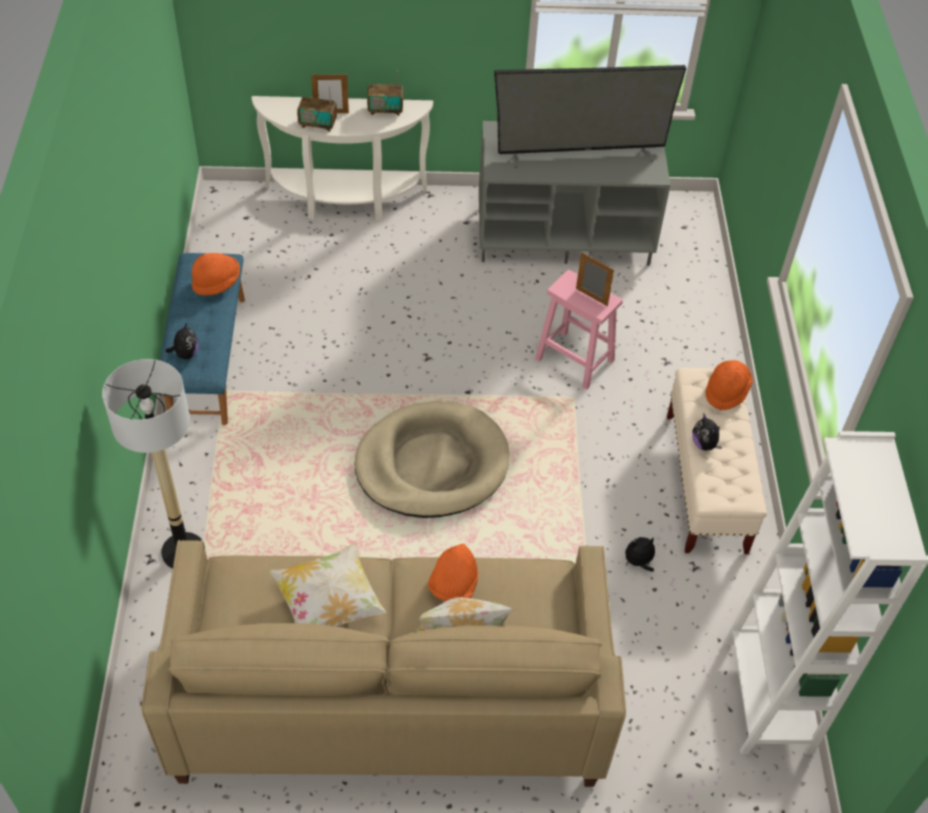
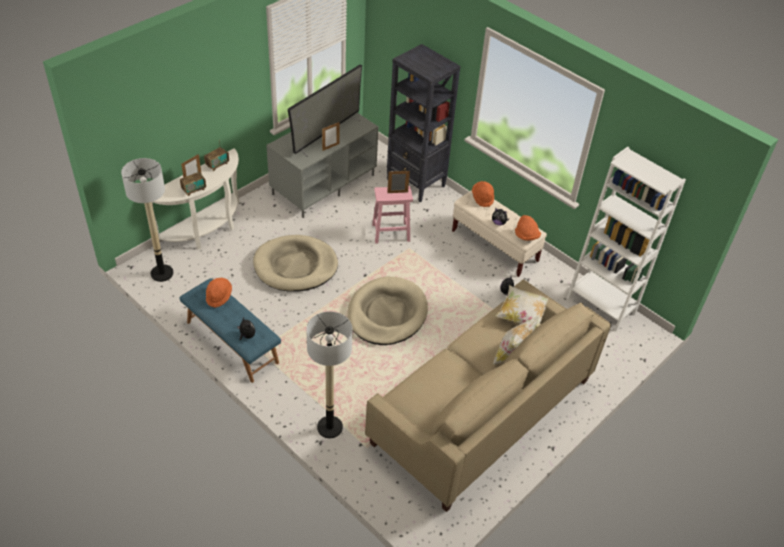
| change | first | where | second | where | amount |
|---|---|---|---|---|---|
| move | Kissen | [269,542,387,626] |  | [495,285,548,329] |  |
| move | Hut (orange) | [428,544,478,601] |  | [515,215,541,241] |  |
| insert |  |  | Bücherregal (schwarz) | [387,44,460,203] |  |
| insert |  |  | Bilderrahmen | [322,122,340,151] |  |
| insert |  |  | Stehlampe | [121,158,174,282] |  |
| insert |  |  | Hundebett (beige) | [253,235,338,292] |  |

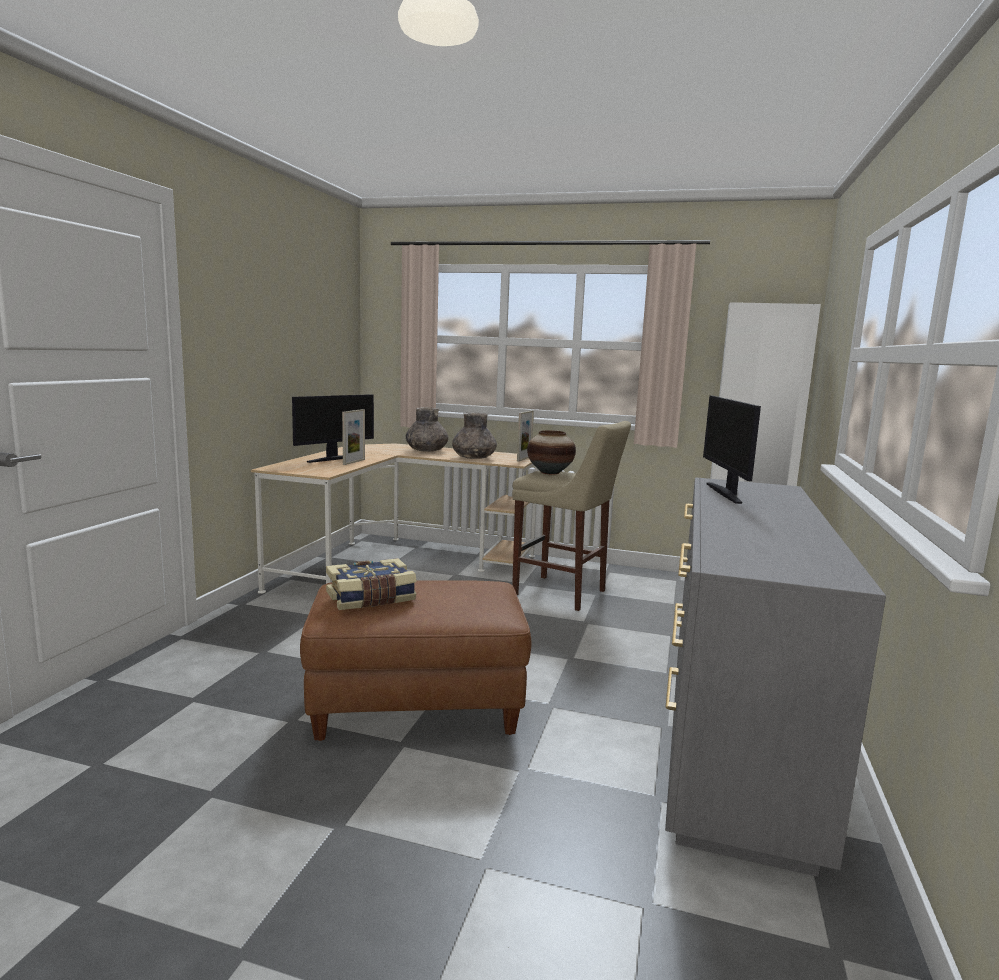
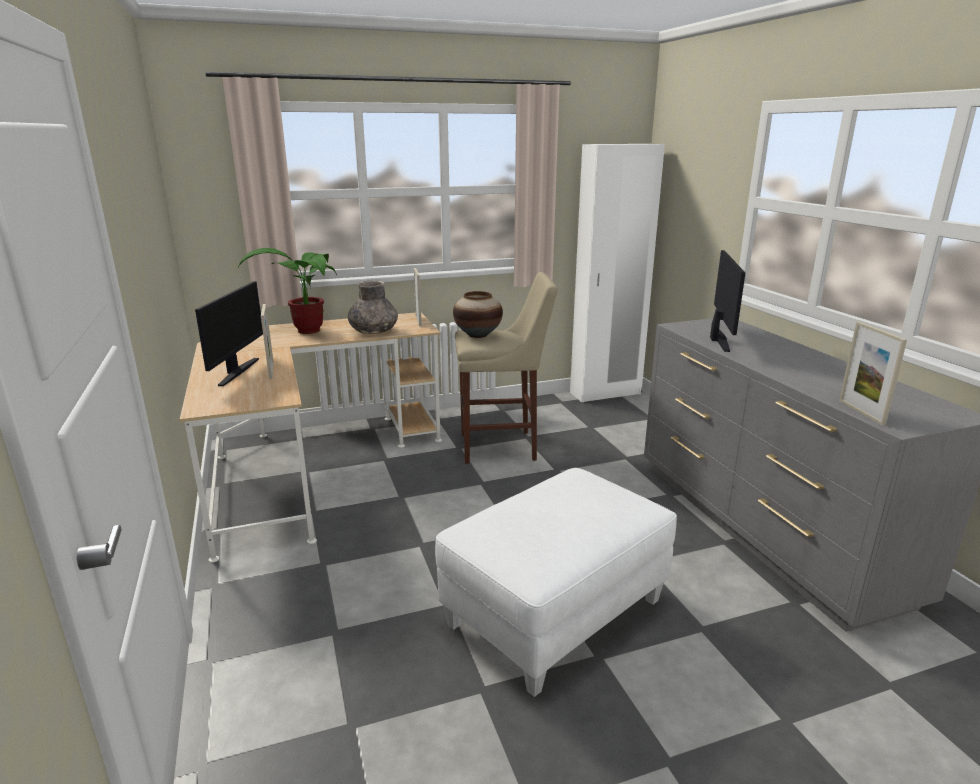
| change | first | where | second | where | amount |
|---|---|---|---|---|---|
| rotate | Monitor | [703,396,761,504] |  | [710,250,745,352] | 135 degrees counterclockwise |
| replace | Vase (grau) | [406,407,448,452] | Topfpflanze | [238,248,337,334] |  |
| delete | Buch | [326,558,417,610] |  |  |  |
| recolor | Polsterhocker (braun) | [300,580,531,741] | Polsterhocker (weiß) | [435,468,677,697] |  |
| insert |  |  | Bilderrahmen | [839,322,907,425] |  |

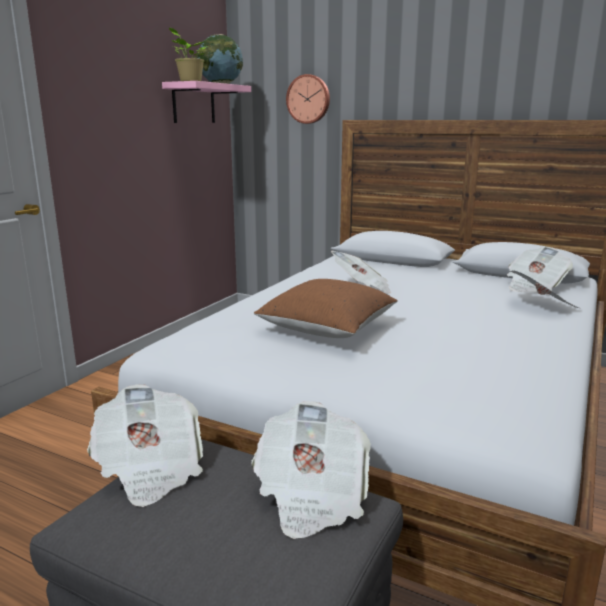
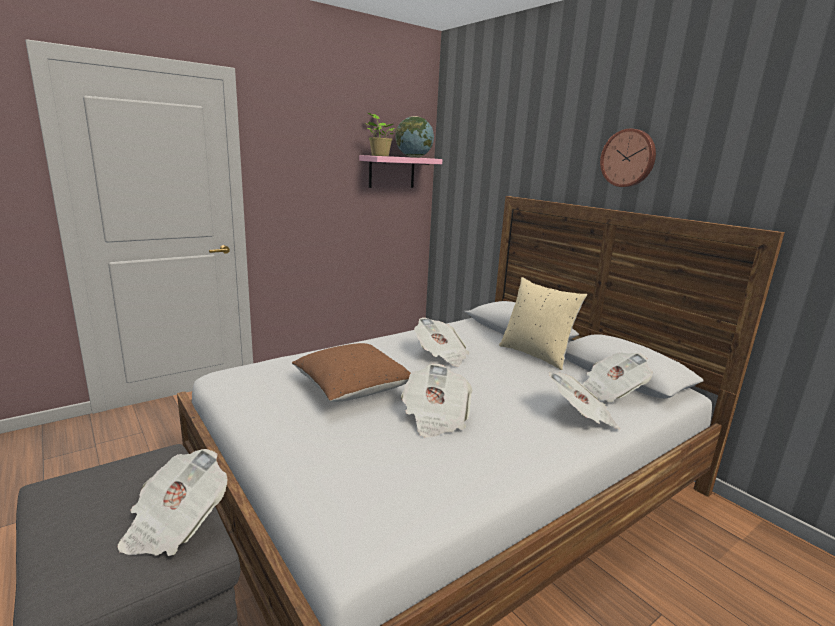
| change | first | where | second | where | amount |
|---|---|---|---|---|---|
| move | Wanduhr | [286,74,330,124] |  | [600,129,656,187] |  |
| move | Zeitung | [87,384,203,507] |  | [401,364,472,437] |  |
| insert |  |  | Kissen (beige) | [499,277,587,370] |  |

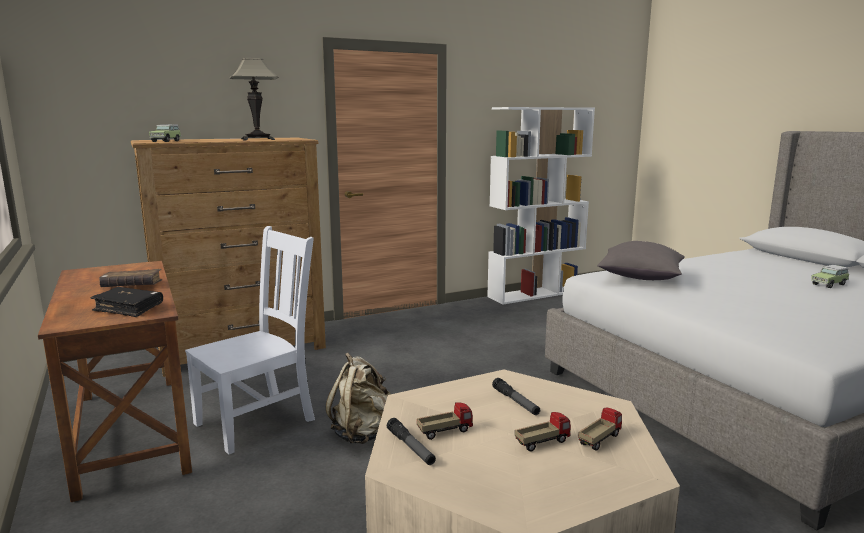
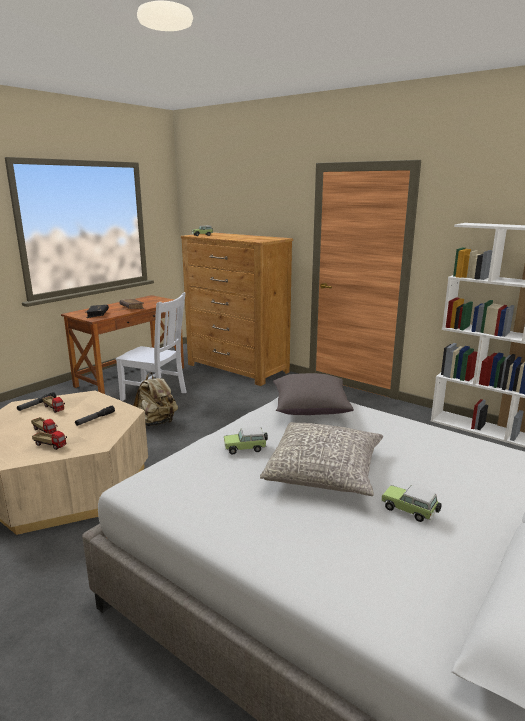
| change | first | where | second | where | amount |
|---|---|---|---|---|---|
| delete | Tischlampe | [229,58,279,141] |  |  |  |
| insert |  |  | Kissen (grau) | [260,422,383,496] |  |
| insert |  |  | Spielzeugauto | [224,427,268,455] |  |

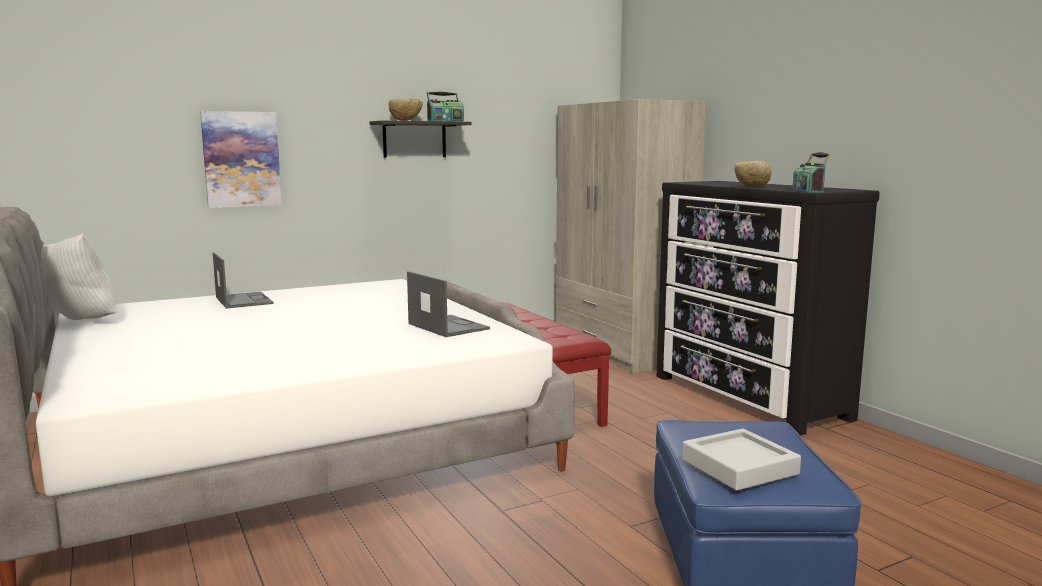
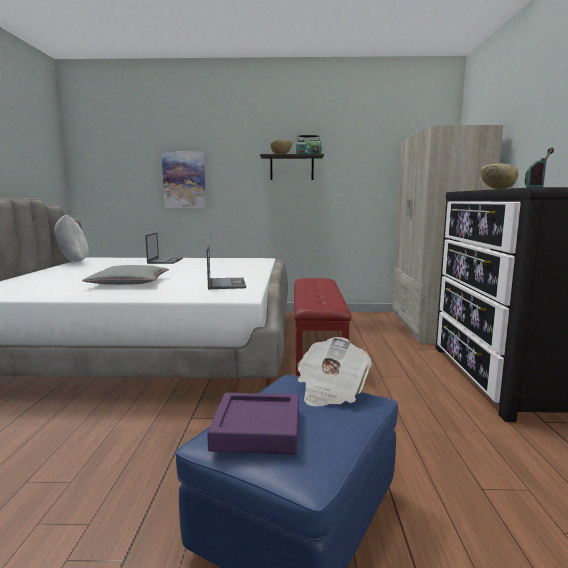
| change | first | where | second | where | amount |
|---|---|---|---|---|---|
| recolor | Tablett (grau) | [682,429,801,491] | Tablett (lila) | [207,393,299,455] |  |
| insert |  |  | Kissen (grau) | [82,265,169,285] |  |
| insert |  |  | Zeitung | [297,337,372,406] |  |

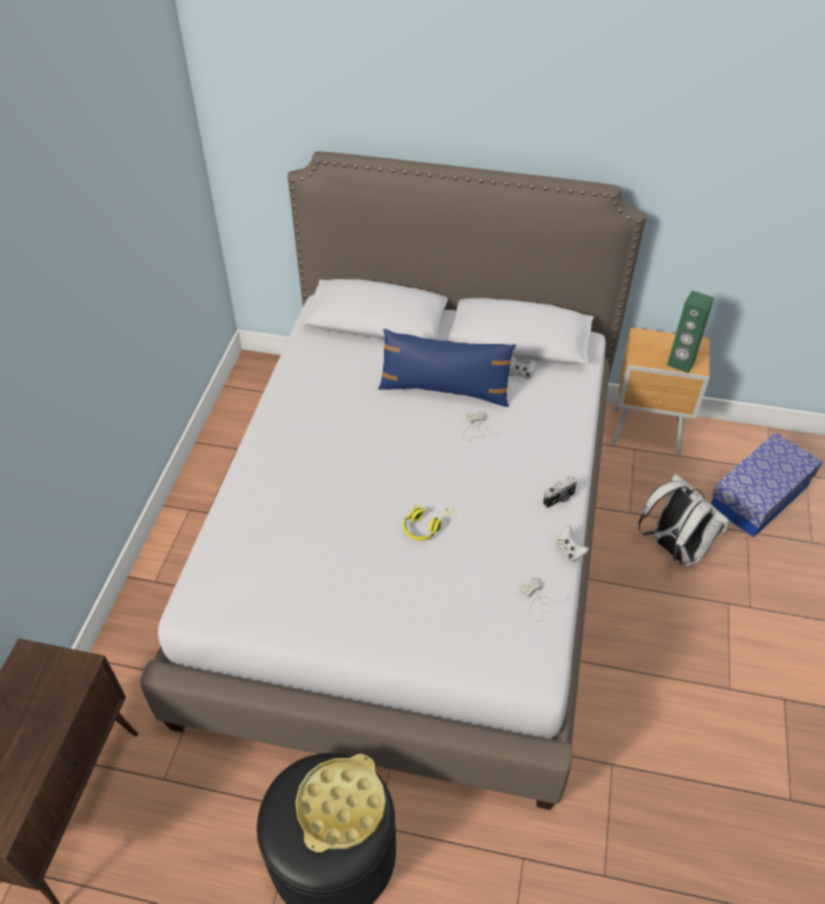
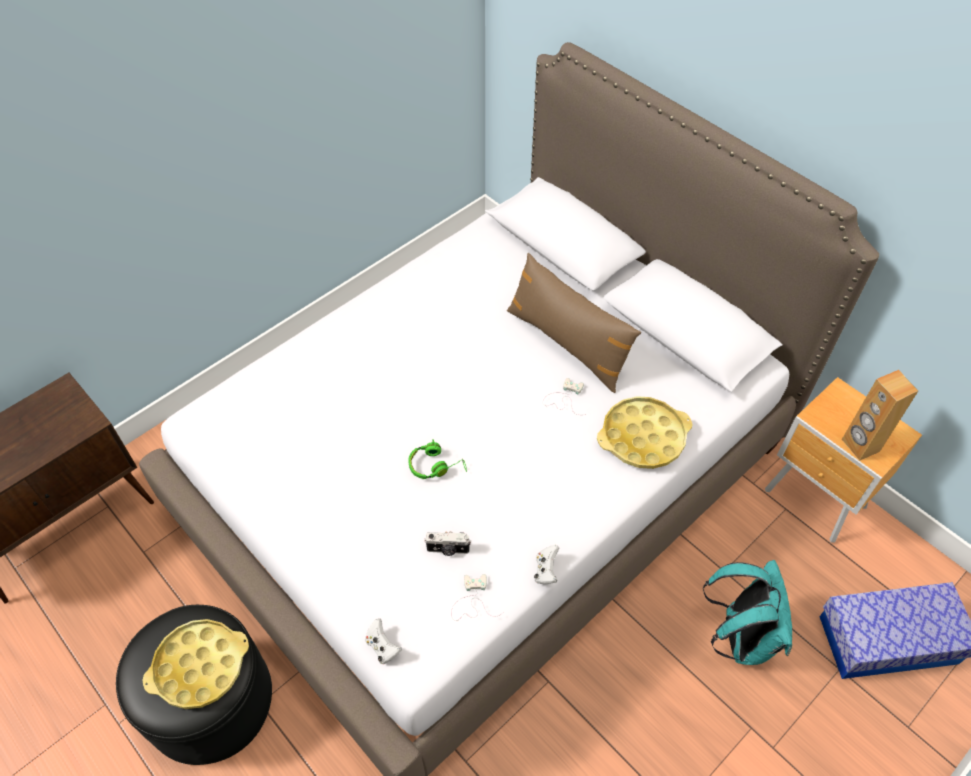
| change | first | where | second | where | amount |
|---|---|---|---|---|---|
| recolor | Lautsprecher (grün) | [667,291,714,373] | Lautsprecher (braun) | [842,370,918,461] |  |
| recolor | Kissen (blau) | [378,329,516,407] | Kissen (braun) | [507,253,641,393] |  |
| move | Gamepad (weiß) | [509,357,537,380] |  | [365,618,402,664] |  |
| recolor | Rucksack (weiß) | [639,474,730,566] | Rucksack (türkis) | [703,560,792,665] |  |
| move | Kamera | [543,476,577,508] |  | [424,531,471,556] |  |
| recolor | Kopfhörer (gelb) | [403,504,457,541] | Kopfhörer (grün) | [408,439,467,479] |  |
| insert |  |  | Tablett (gelb) | [597,396,692,469] |  |

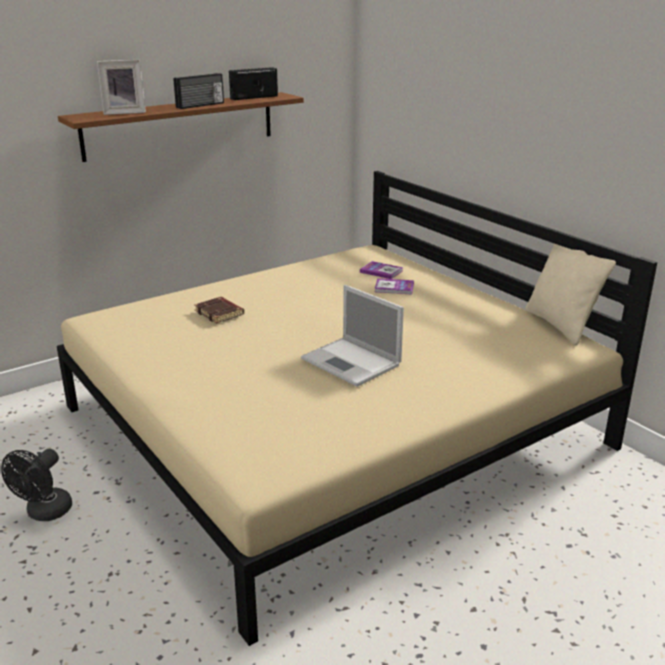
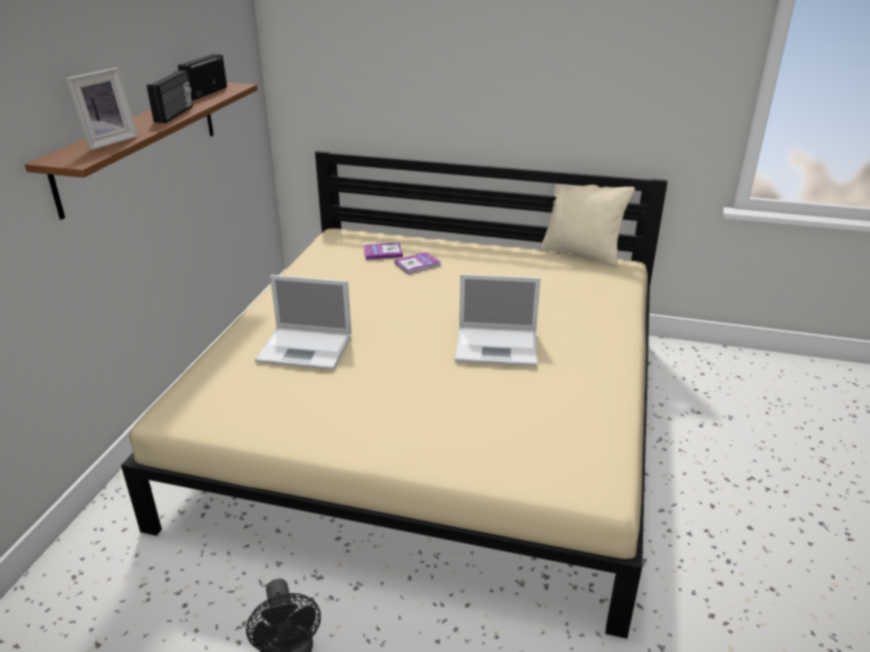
| change | first | where | second | where | amount |
|---|---|---|---|---|---|
| replace | Buch (braun) | [194,297,244,324] | Laptop | [255,275,352,370] |  |

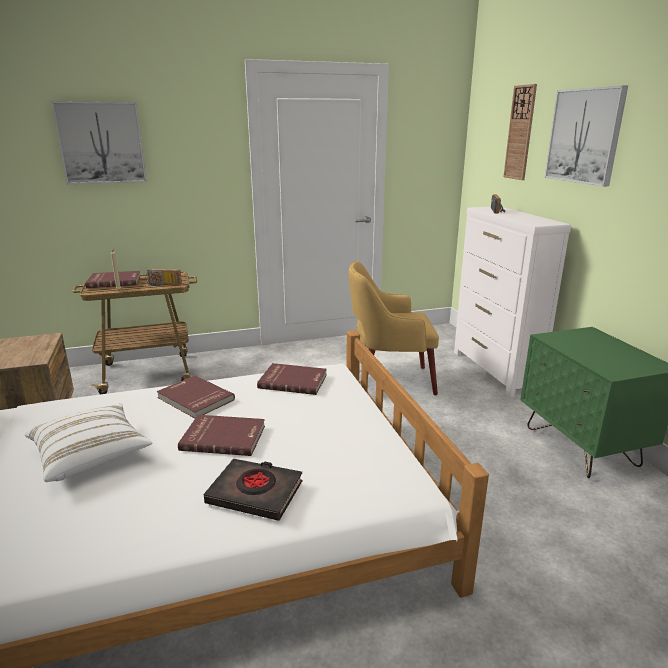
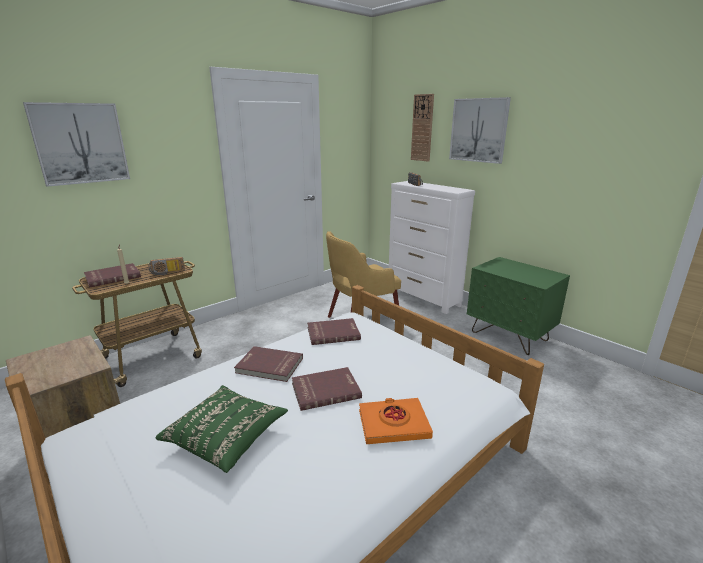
| change | first | where | second | where | amount |
|---|---|---|---|---|---|
| recolor | Kissen (weiß) | [24,404,152,482] | Kissen (grün) | [155,385,288,473] |  |
| recolor | Buch (schwarz) | [204,459,302,521] | Buch (orange) | [359,398,433,444] |  |

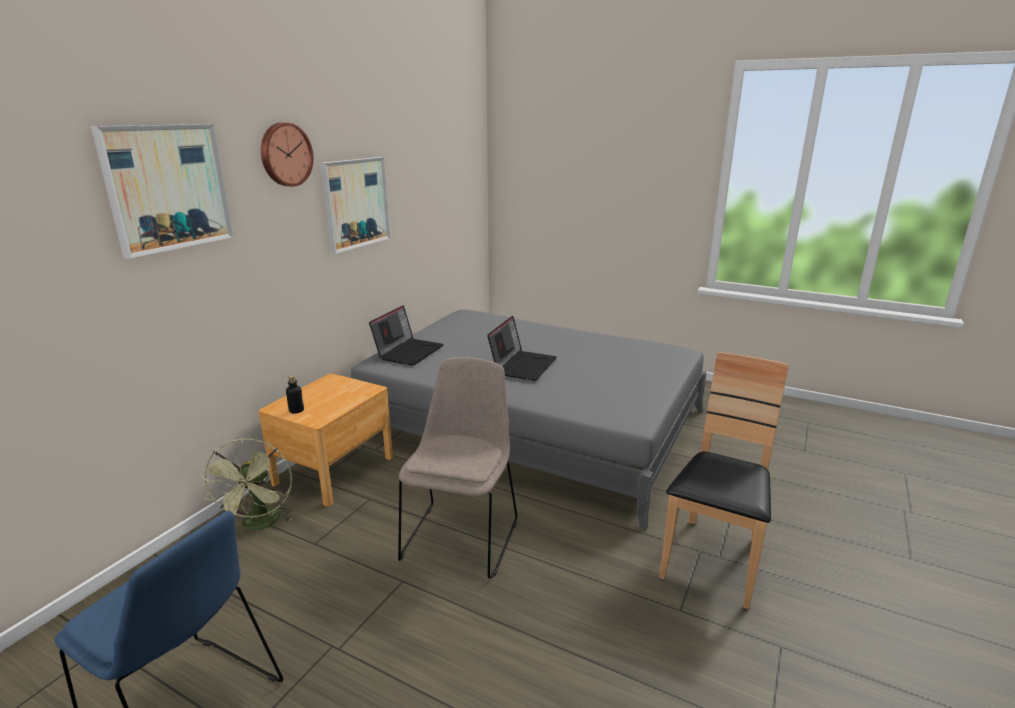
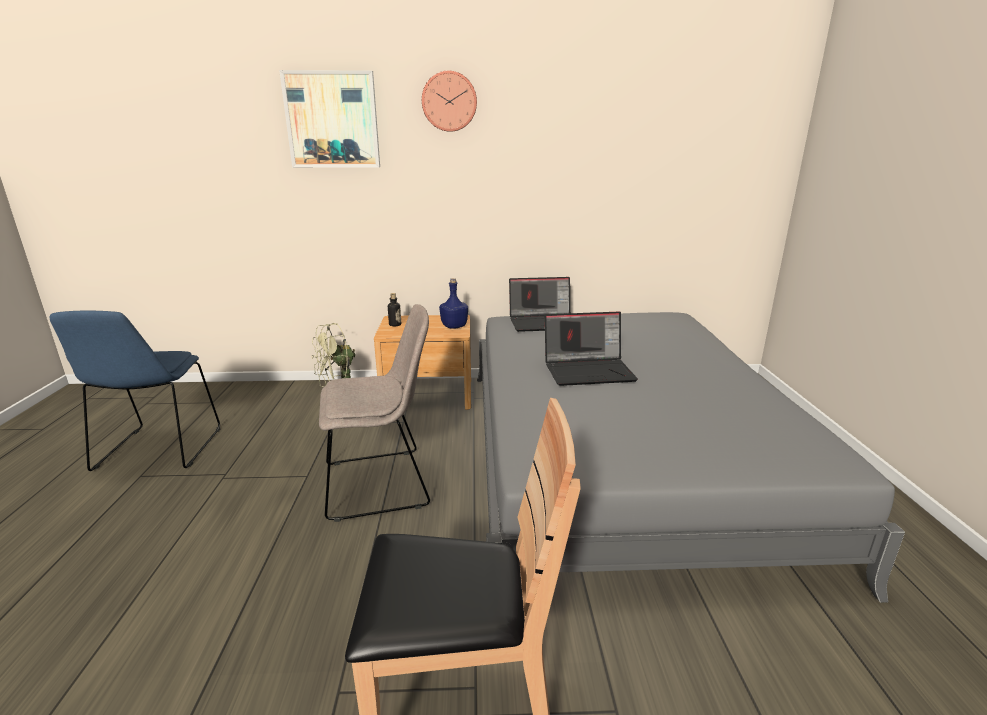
| change | first | where | second | where | amount |
|---|---|---|---|---|---|
| delete | Bild | [321,157,390,254] |  |  |  |
| insert |  |  | Flasche (blau) | [439,278,468,329] |  |

